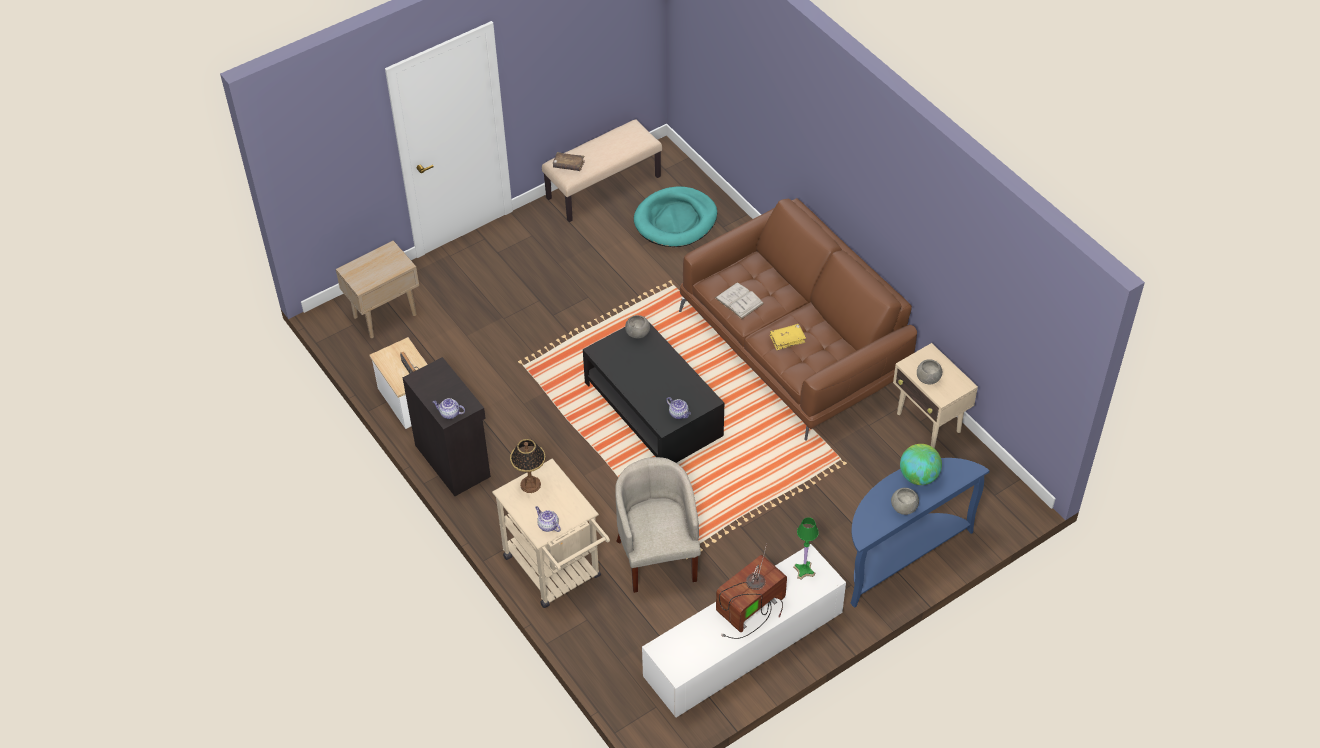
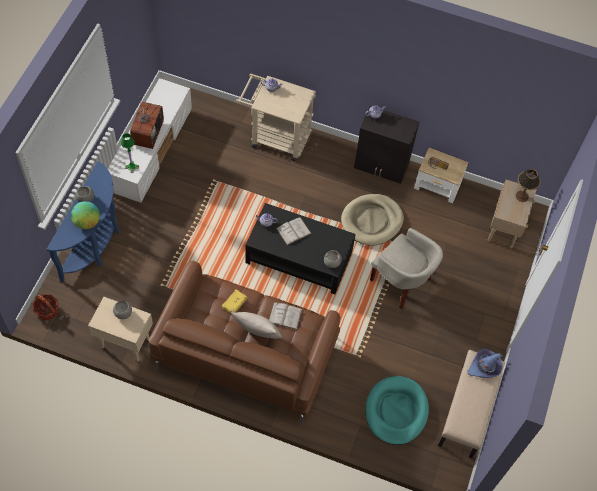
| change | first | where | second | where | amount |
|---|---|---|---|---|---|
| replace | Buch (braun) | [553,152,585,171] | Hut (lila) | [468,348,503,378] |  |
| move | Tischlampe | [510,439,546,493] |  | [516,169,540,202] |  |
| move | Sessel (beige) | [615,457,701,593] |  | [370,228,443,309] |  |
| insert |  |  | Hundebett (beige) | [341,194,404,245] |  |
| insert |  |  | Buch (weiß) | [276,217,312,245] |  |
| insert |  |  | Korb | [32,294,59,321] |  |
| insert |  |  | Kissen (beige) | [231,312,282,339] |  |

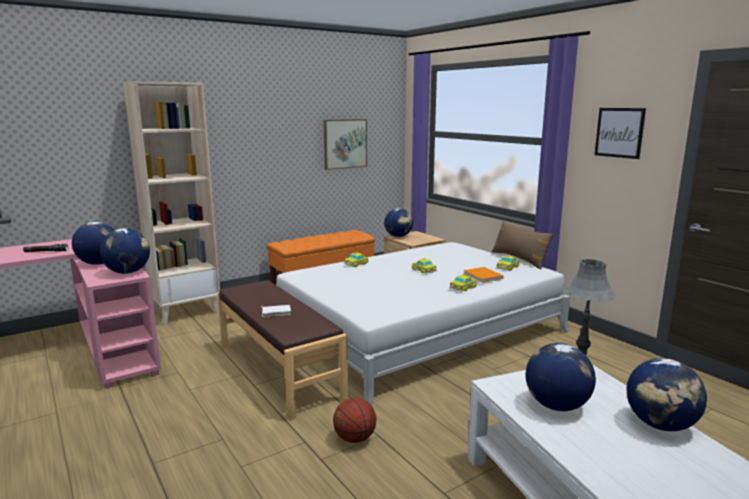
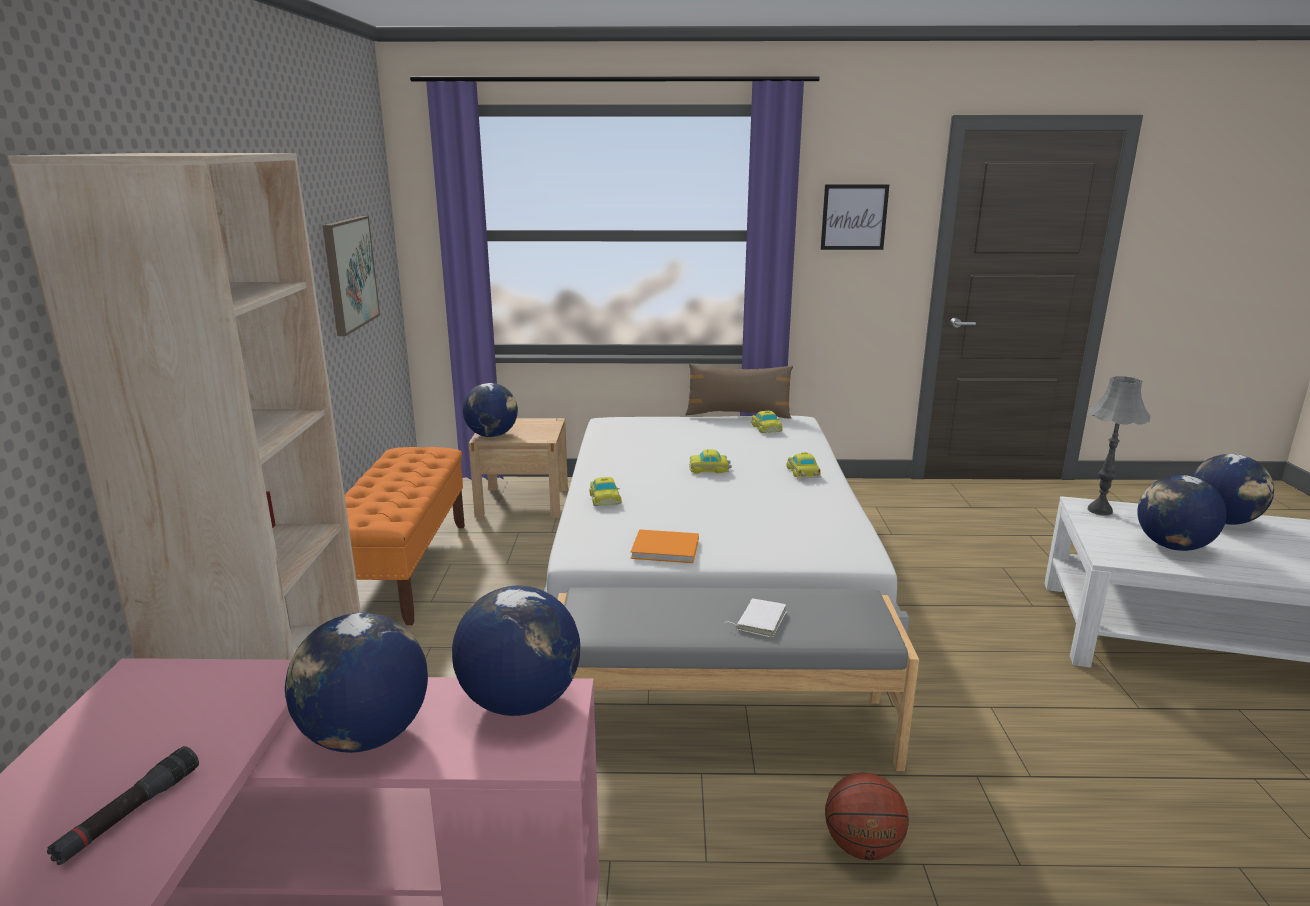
| change | first | where | second | where | amount |
|---|---|---|---|---|---|
| move | Buch (orange) | [463,267,504,283] |  | [631,529,699,563] |  |
| recolor | Bank (braun) | [217,280,348,421] | Bank (grau) | [558,587,919,771] |  |
| move | Basketball | [333,397,377,443] |  | [825,772,909,861] |  |

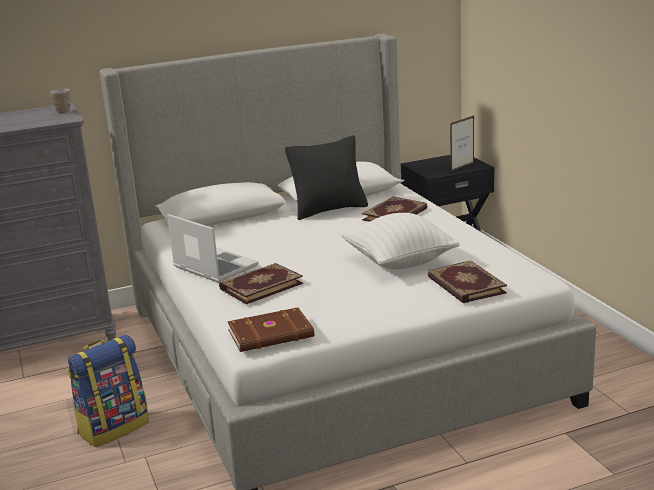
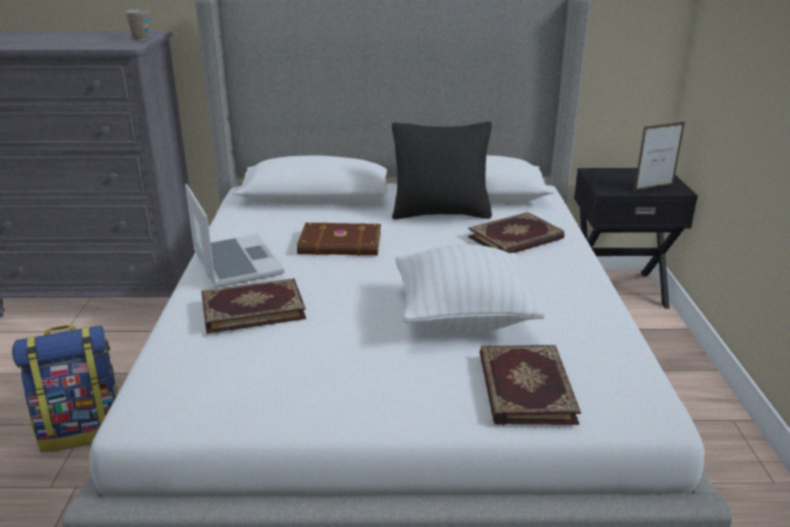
| change | first | where | second | where | amount |
|---|---|---|---|---|---|
| move | Buch (braun) | [228,307,314,352] |  | [297,222,381,256] |  |

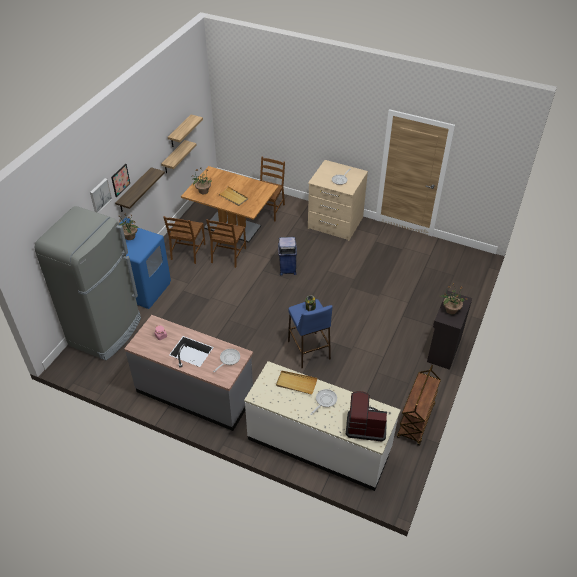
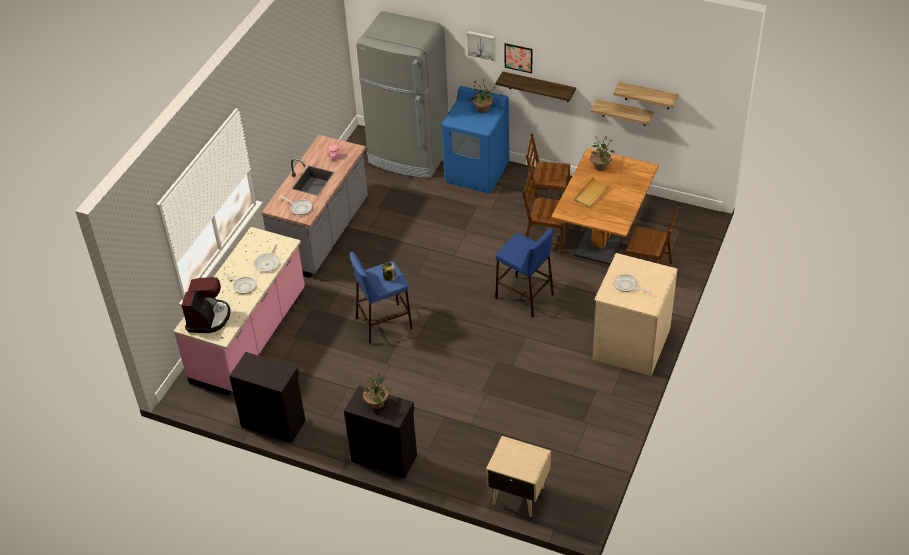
| change | first | where | second | where | amount |
|---|---|---|---|---|---|
| replace | Mülleimer (blau) | [278,237,297,275] | Hocker (blau) | [495,227,554,317] |  |
| recolor | Küchenzeile (weiß) | [244,361,401,491] | Küchenzeile (rosa) | [173,227,305,395] |  |
| replace | Rollwagen (braun) | [397,365,441,446] | Schrank (schwarz) | [229,352,306,443] |  |
| replace | Tablett (beige) | [276,371,317,395] | Pfanne | [254,244,280,272] |  |
| insert |  |  | Nachttisch (beige) | [486,436,551,517] |  |

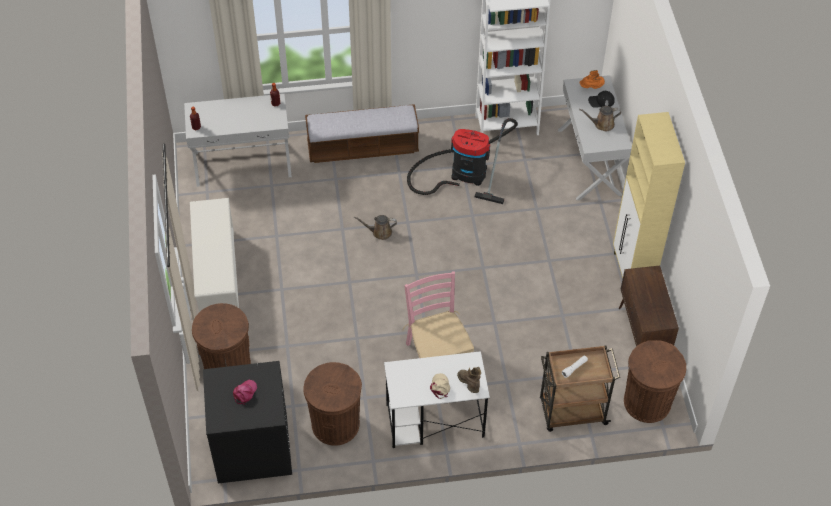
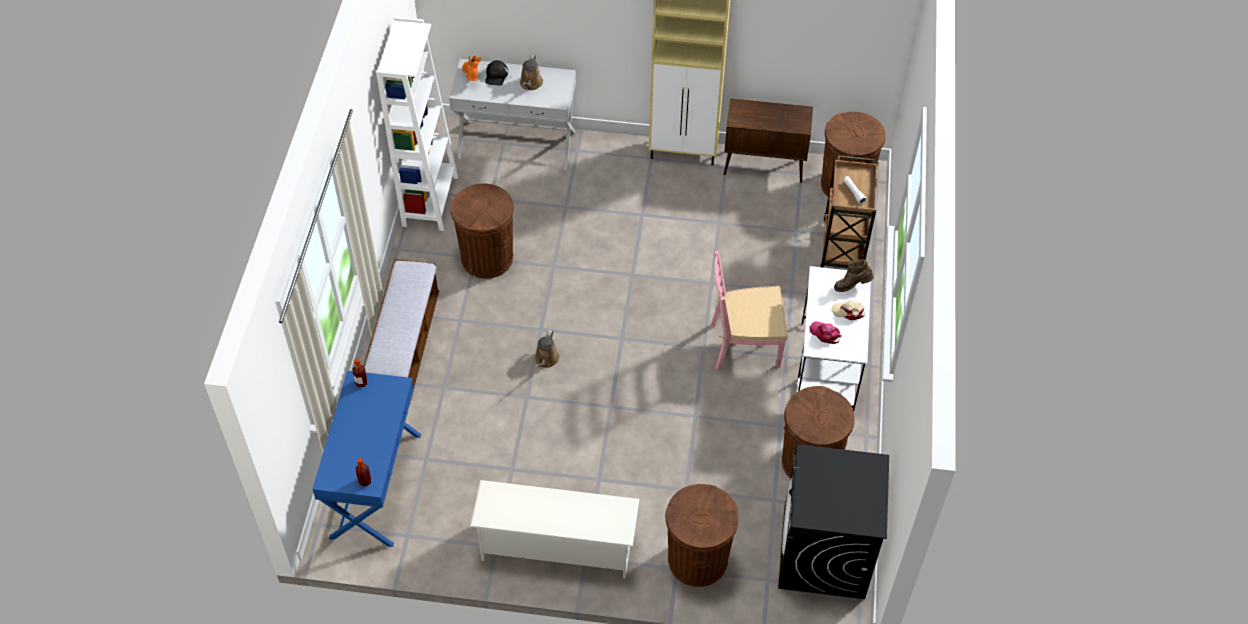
| change | first | where | second | where | amount |
|---|---|---|---|---|---|
| recolor | Konsolentisch (weiß) | [184,94,292,187] | Konsolentisch (blau) | [312,371,421,547] |  |
| replace | Staubsauger | [407,118,518,204] | Mülleimer (braun) | [451,183,514,279] |  |
| move | Kappe (rosa) | [233,380,257,405] |  | [809,321,842,344] |  |

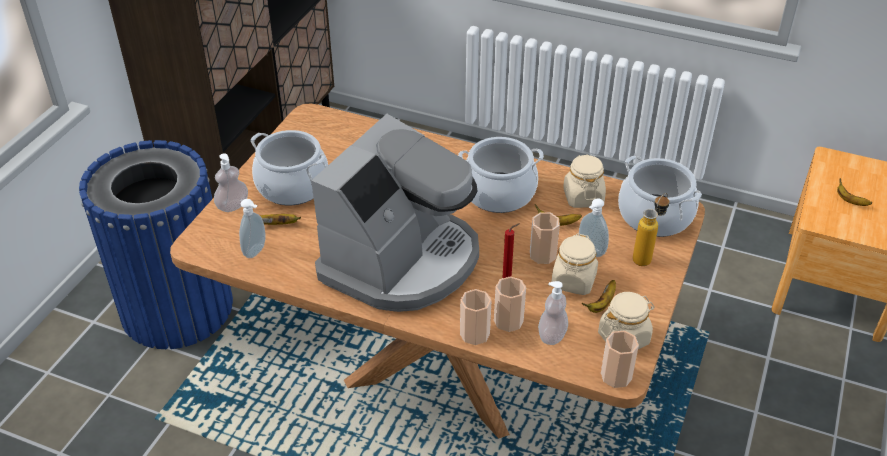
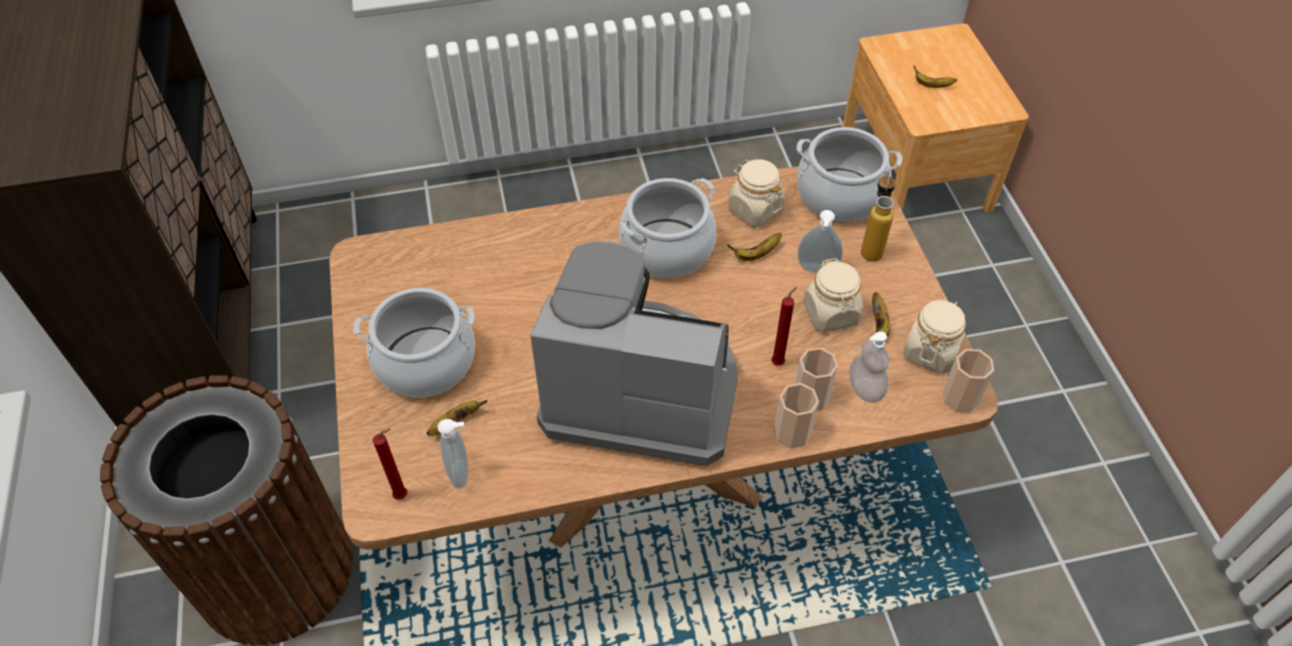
| change | first | where | second | where | amount |
|---|---|---|---|---|---|
| rotate | Kaffeemaschine | [311,114,479,312] |  | [530,241,738,466] | 75 degrees counterclockwise |
| recolor | Mülleimer (blau) | [79,140,233,349] | Mülleimer (braun) | [100,375,353,645] |  |
| delete | Seifenspender | [214,153,248,212] |  |  |  |
| delete | Tasse | [530,213,560,264] |  |  |  |
| insert |  |  | Kerze (rot) | [373,429,407,500] |  |

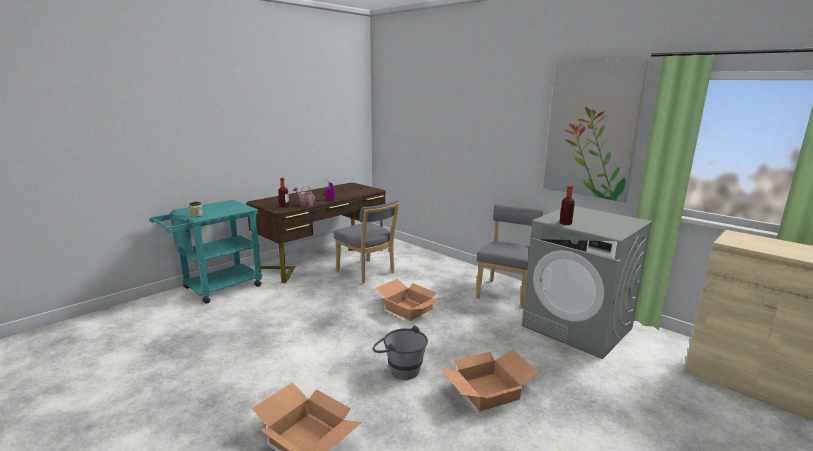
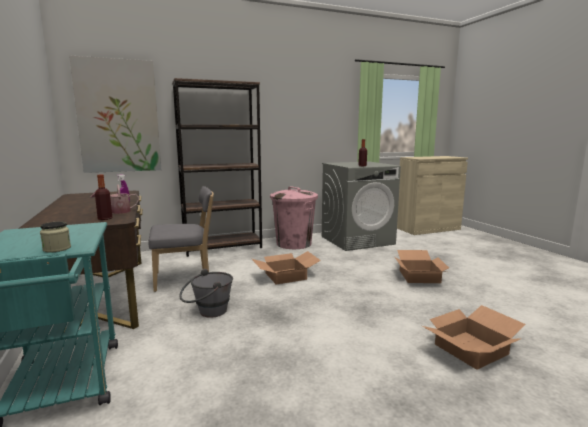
| change | first | where | second | where | amount |
|---|---|---|---|---|---|
| move | Bild | [543,60,650,203] |  | [69,55,161,173] |  |
| replace | Stuhl (grau) | [476,204,543,308] | Mülleimer (rosa) | [270,186,318,249] |  |
| move | Eimer (grau) | [373,325,428,380] |  | [179,269,233,318] |  |
| insert |  |  | Bücherregal (braun) | [172,78,262,257] |  |

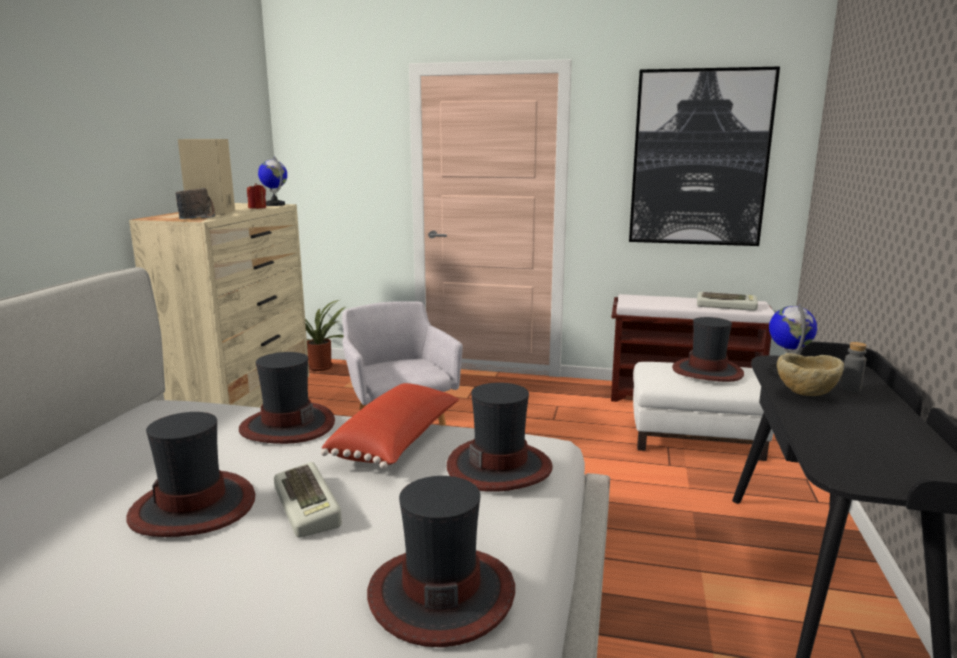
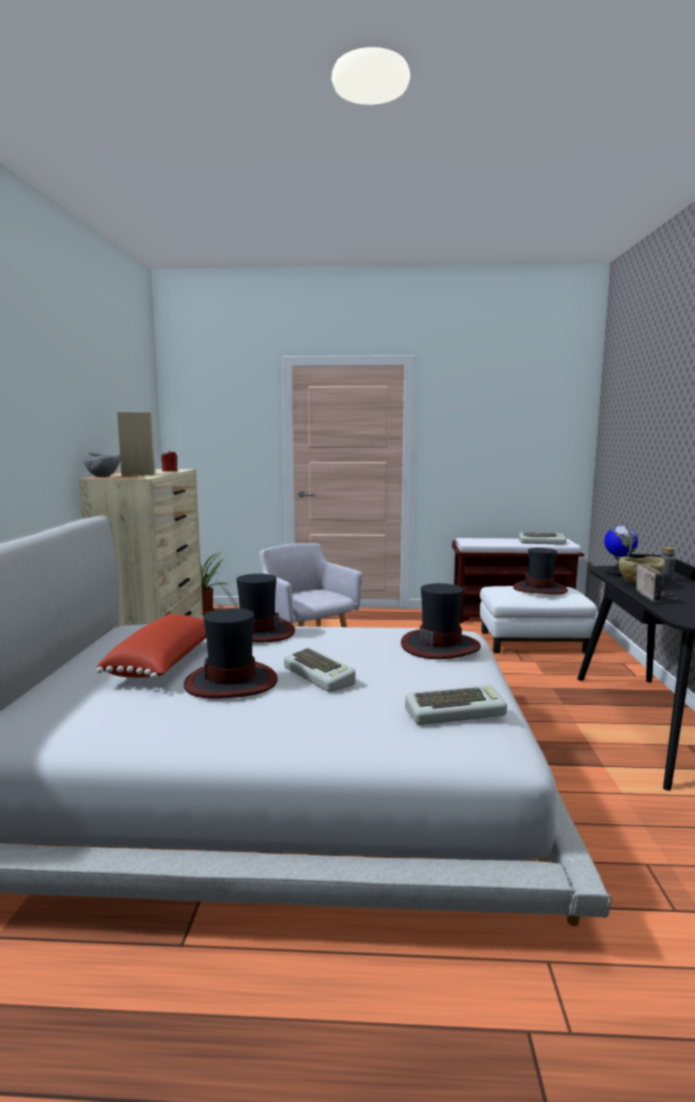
| change | first | where | second | where | amount |
|---|---|---|---|---|---|
| delete | Bild | [629,67,780,246] |  |  |  |
| delete | Globus | [258,156,287,206] |  |  |  |
| move | Radio | [175,188,215,219] |  | [636,563,679,602] |  |
| move | Kissen (rot) | [321,383,459,469] |  | [96,614,206,679] |  |
| replace | Hut | [367,476,515,647] | Tastatur | [405,685,507,725] |  |
| insert |  |  | Schüssel (grau) | [84,453,121,477] |  |

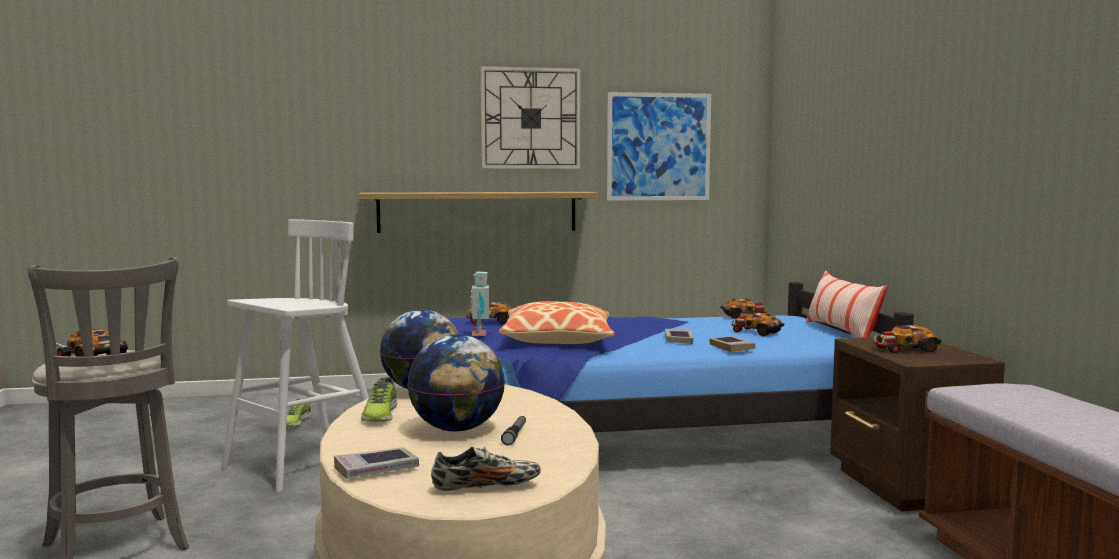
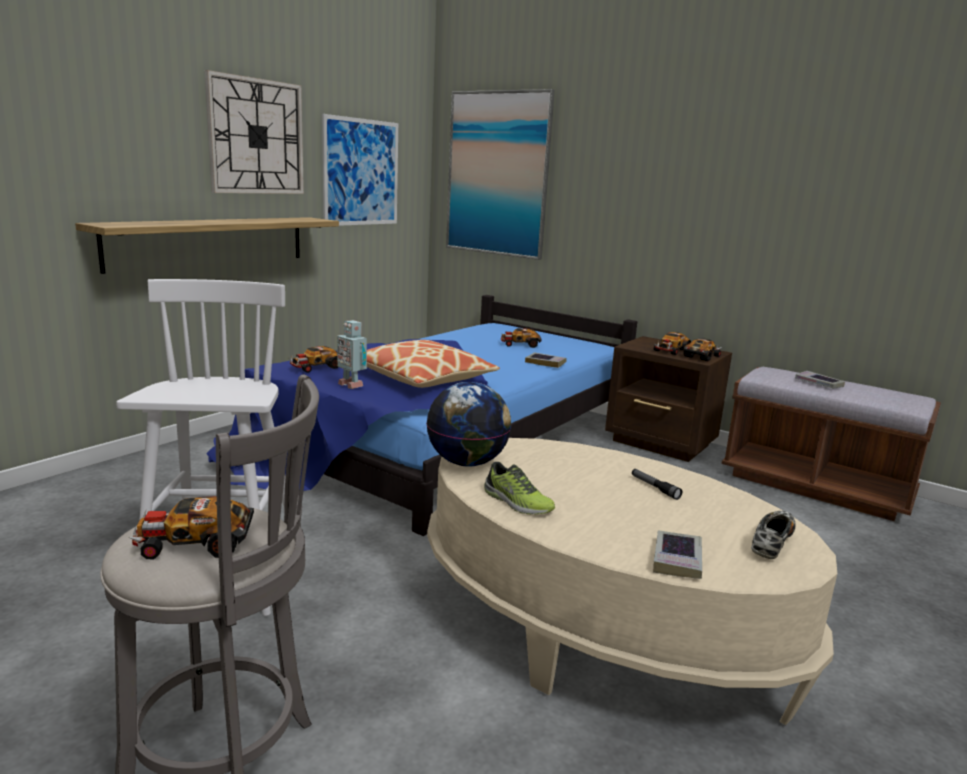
| change | first | where | second | where | amount |
|---|---|---|---|---|---|
| delete | Kissen | [806,271,888,338] |  |  |  |
| move | Spielzeugauto | [720,299,768,319] |  | [683,338,722,361] |  |
| move | Buch | [665,329,693,344] |  | [795,371,845,388] |  |
| delete | Globus | [407,334,505,432] |  |  |  |
| delete | Schuh | [286,398,312,427] |  |  |  |
| insert |  |  | Bild | [446,89,555,260] |  |

